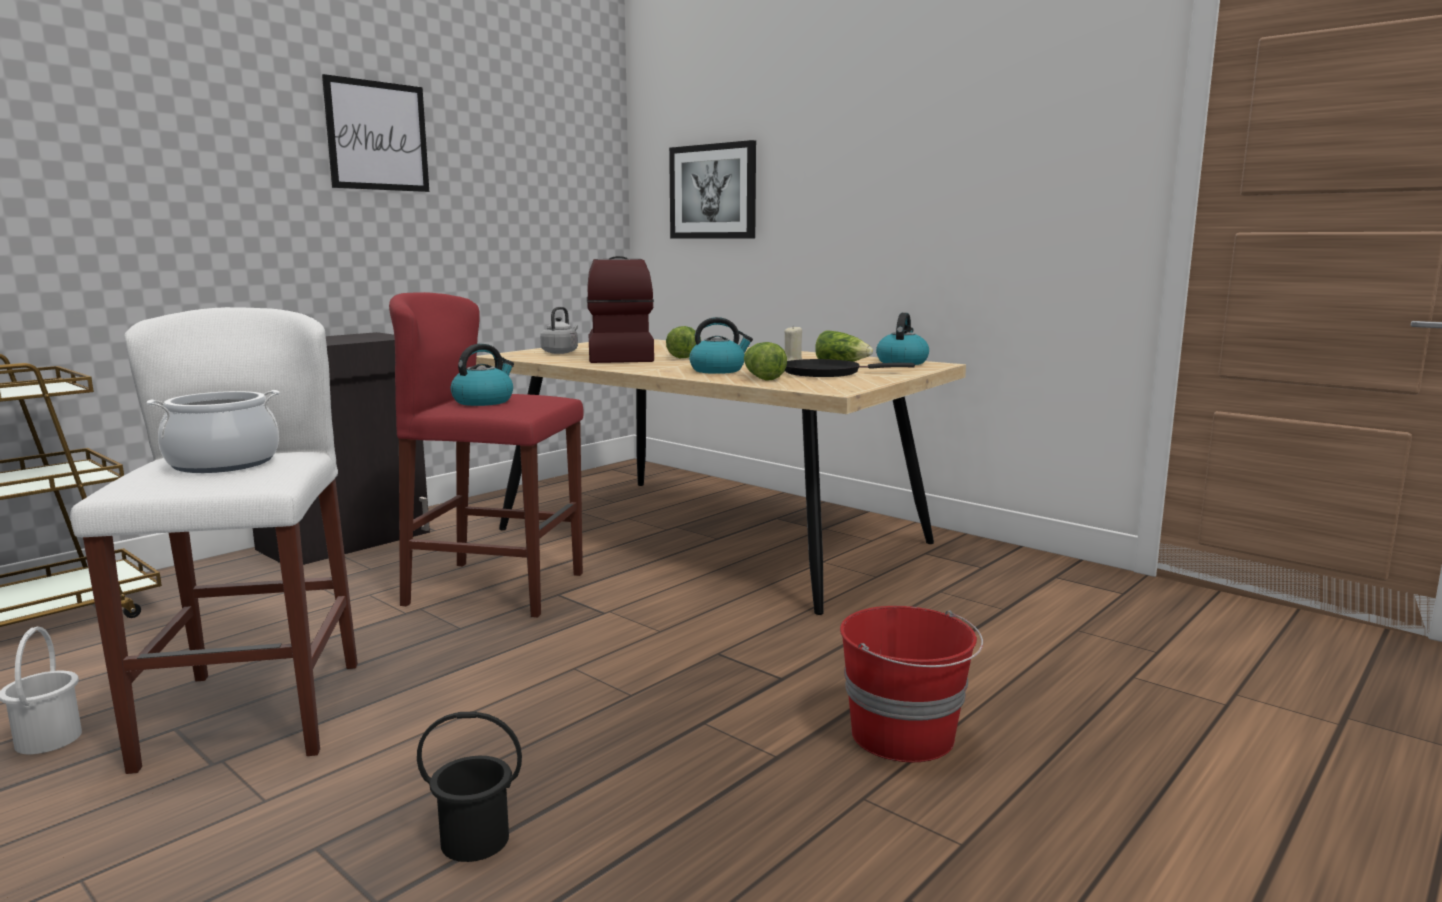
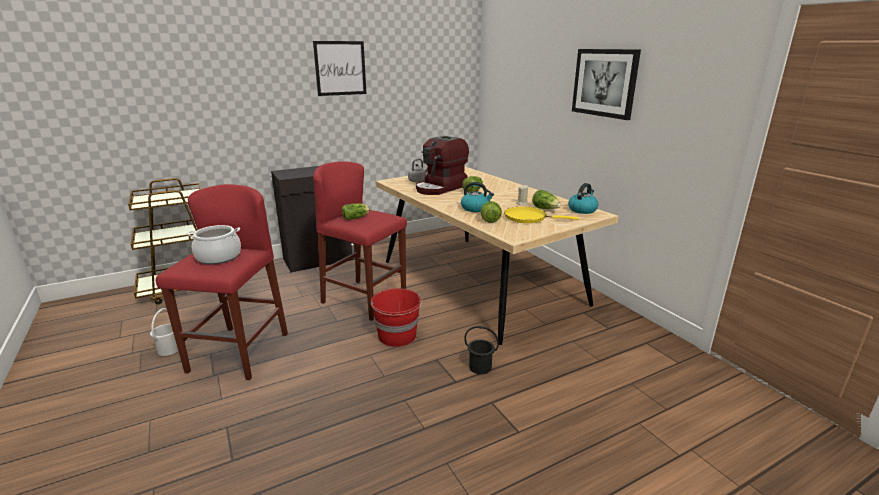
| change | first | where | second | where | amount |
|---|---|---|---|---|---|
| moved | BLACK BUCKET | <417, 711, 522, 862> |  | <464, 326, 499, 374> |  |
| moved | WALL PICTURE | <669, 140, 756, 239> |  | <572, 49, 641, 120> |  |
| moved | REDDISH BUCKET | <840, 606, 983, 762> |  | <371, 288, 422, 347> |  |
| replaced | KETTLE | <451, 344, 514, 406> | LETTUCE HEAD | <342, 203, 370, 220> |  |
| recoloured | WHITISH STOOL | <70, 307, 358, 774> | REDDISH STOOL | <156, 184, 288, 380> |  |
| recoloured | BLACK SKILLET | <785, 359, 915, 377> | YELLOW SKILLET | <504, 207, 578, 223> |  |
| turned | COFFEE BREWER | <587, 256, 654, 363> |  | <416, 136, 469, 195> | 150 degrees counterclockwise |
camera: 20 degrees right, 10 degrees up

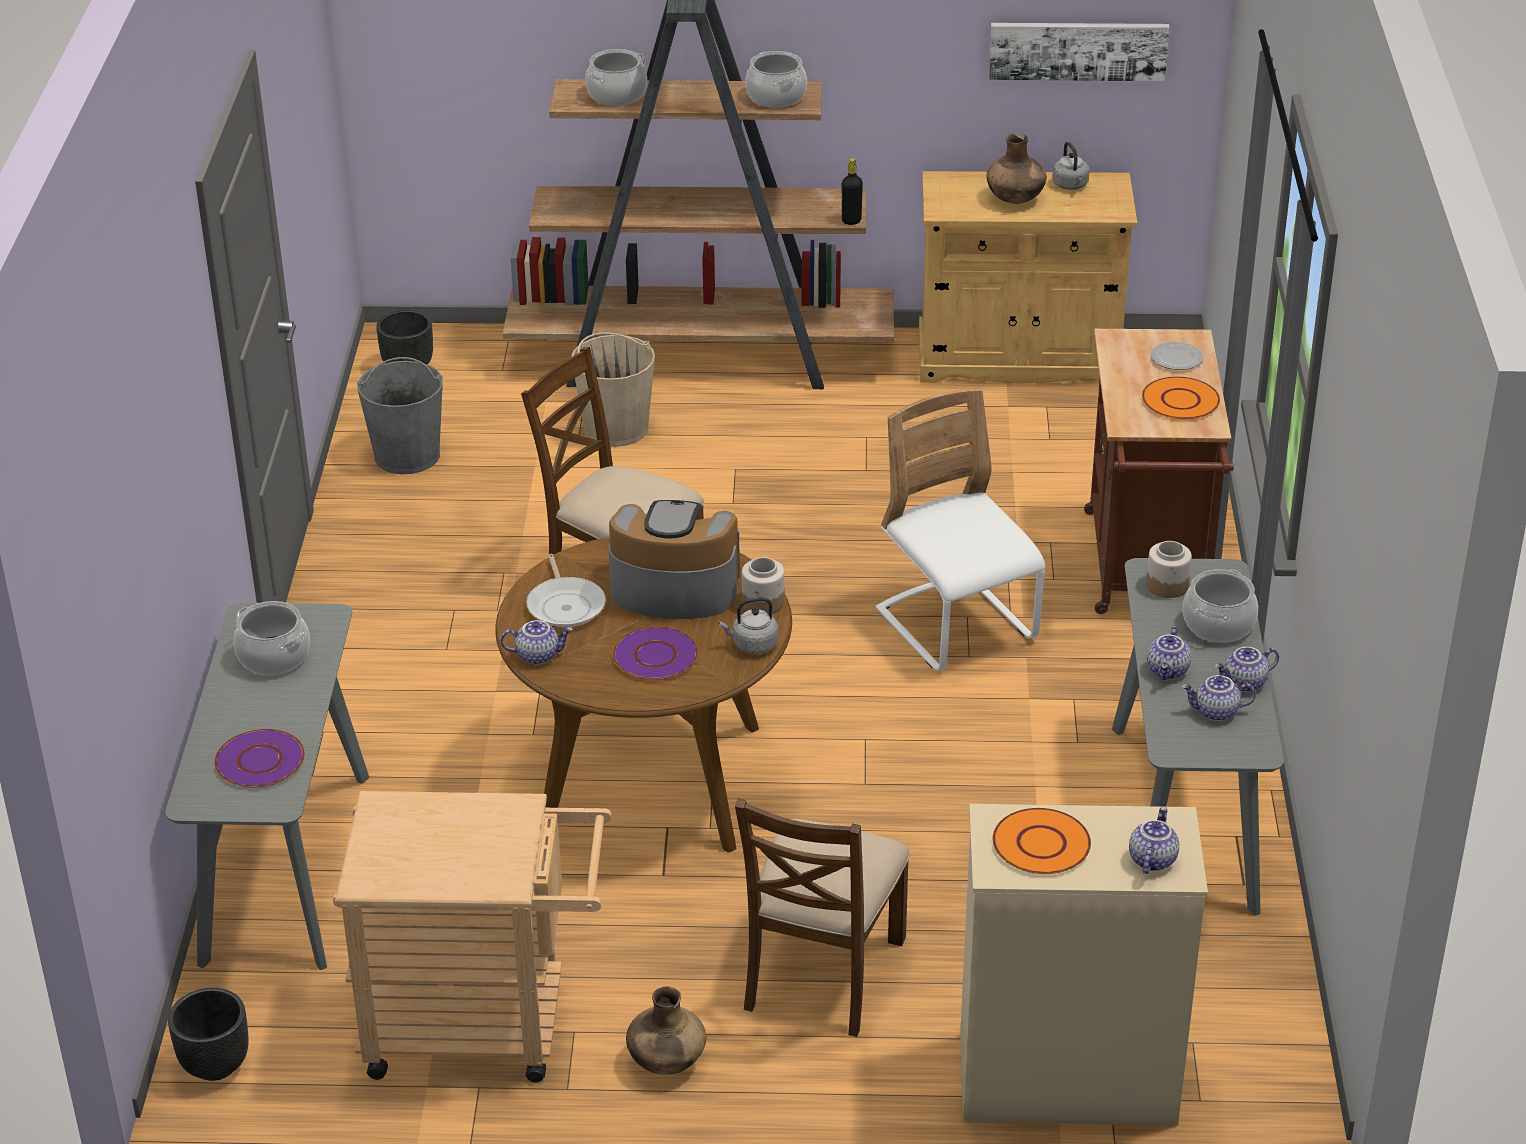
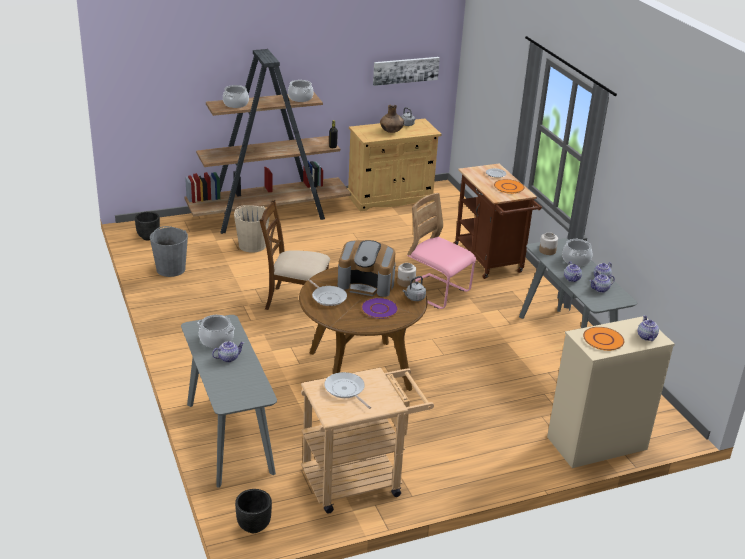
| change | first | where | second | where | amount |
|---|---|---|---|---|---|
| removed | PURPLE FLAT DISH | <214, 729, 305, 788> |  |  |  |
| removed | BROWNISH DECORATIVE VASE | <626, 987, 707, 1074> |  |  |  |
| removed | BROWNISH UPRIGHT CHAIR | <735, 798, 910, 1037> |  |  |  |
| added |  |  | SKILLET | <324, 372, 371, 409> |  |
| moved | TEAPOT | <500, 620, 573, 665> |  | <212, 341, 245, 362> |  |
| recoloured | WHITISH UPRIGHT CHAIR | <876, 389, 1046, 671> | PINK-COLOURED UPRIGHT CHAIR | <407, 193, 476, 309> |  |
| turned | COFFEE BREWER | <608, 500, 740, 619> |  | <338, 240, 396, 297> | 150 degrees counterclockwise |
camera: 25 degrees left, 5 degrees down

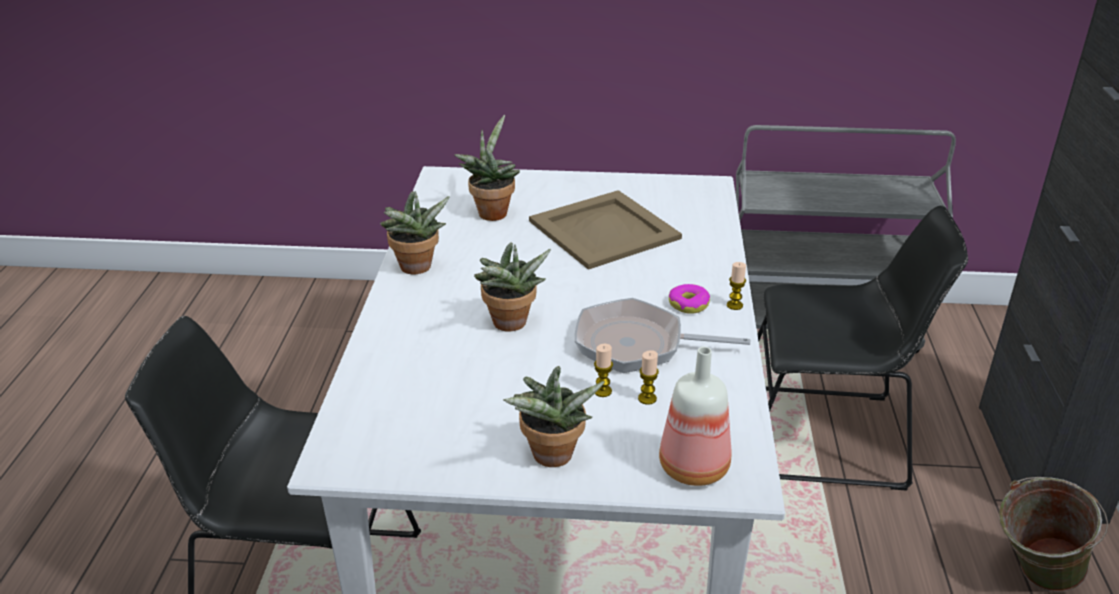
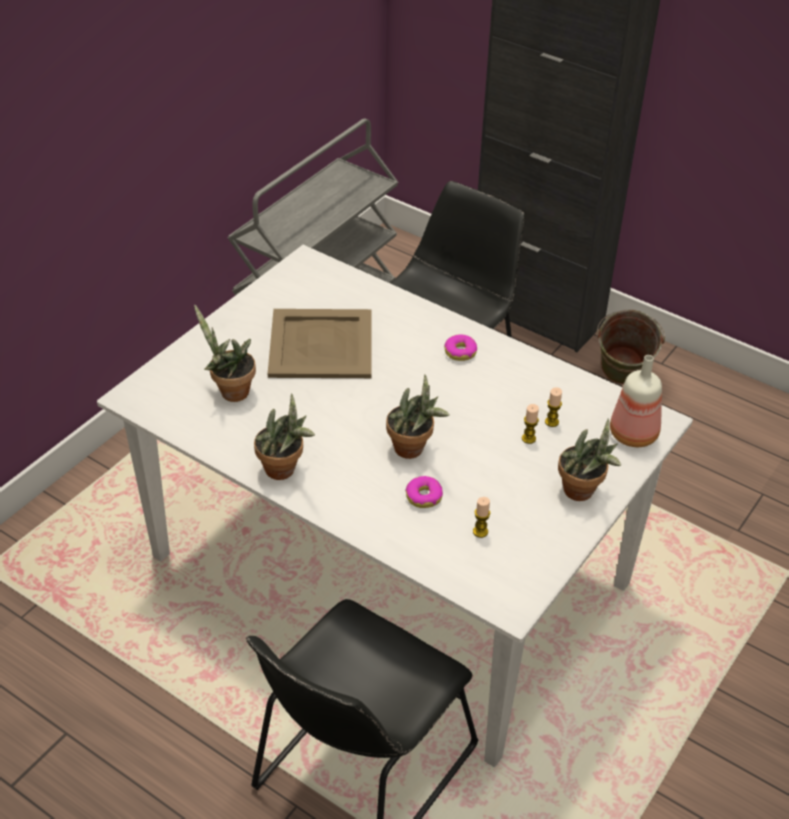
| change | first | where | second | where | amount |
|---|---|---|---|---|---|
| removed | SKILLET | <575, 298, 750, 373> |  |  |  |
| added |  |  | DONUT | <405, 476, 443, 508> |  |
| moved | WAX LIGHT | <727, 262, 746, 310> |  | <473, 497, 490, 538> |  |
camera: 60 degrees left, 10 degrees up

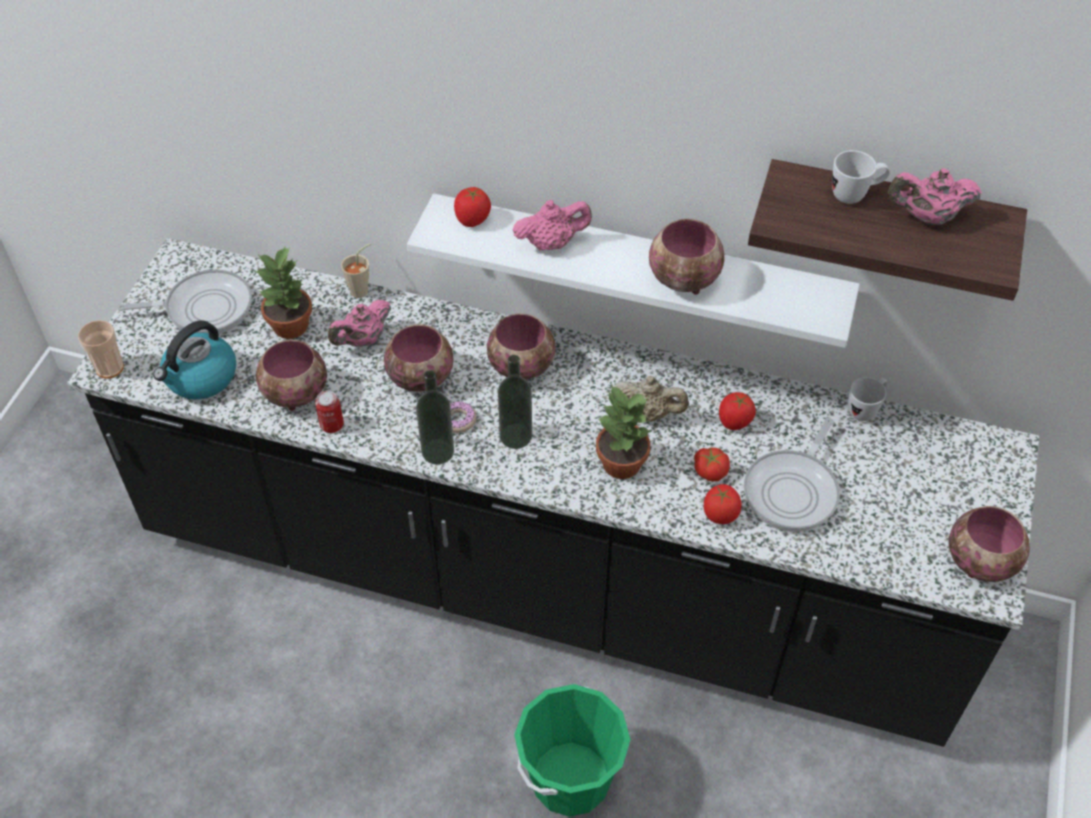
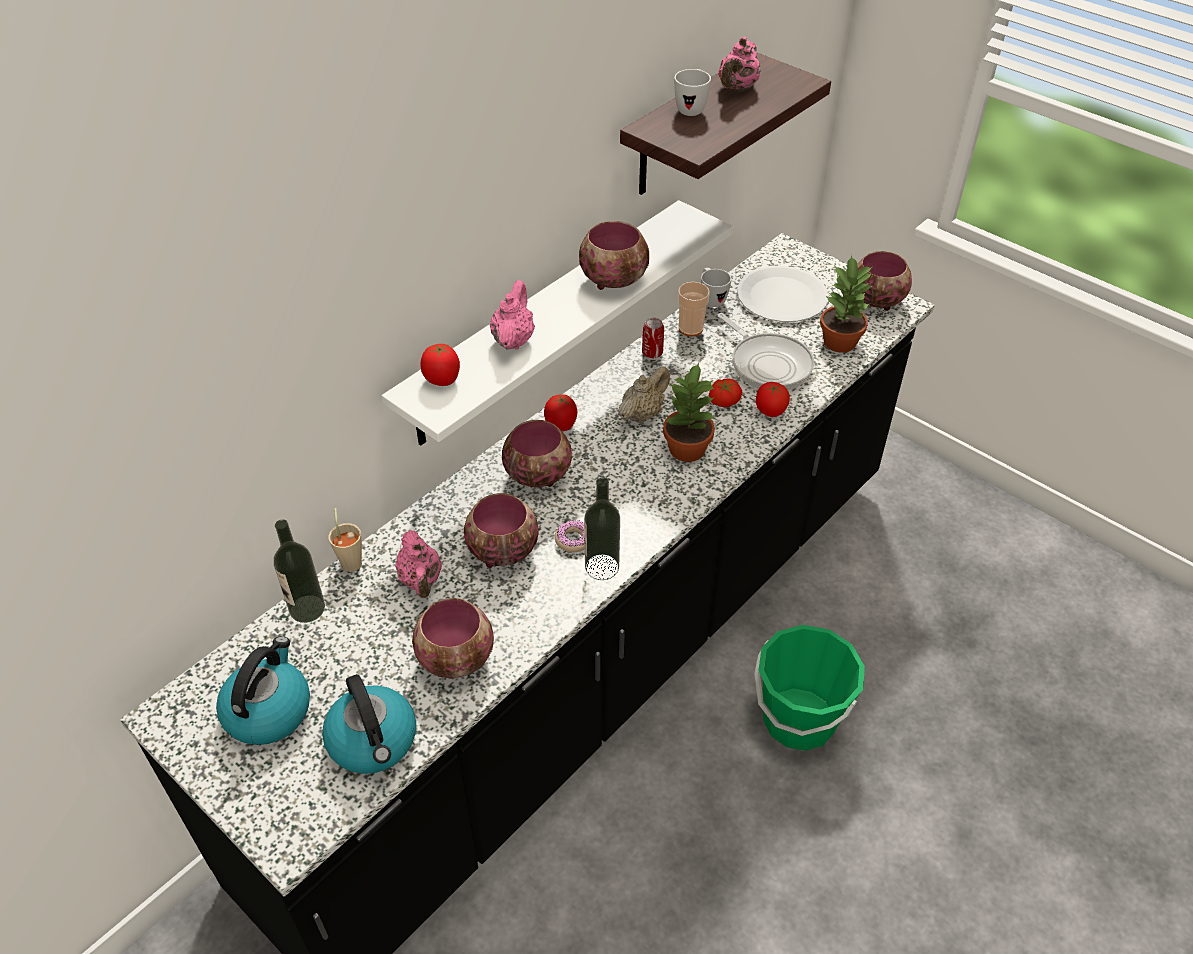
| change | first | where | second | where | amount |
|---|---|---|---|---|---|
| added |  |  | WHITISH FLAT DISH | <737, 266, 829, 322> |  |
| moved | CUP | <78, 320, 124, 378> |  | <678, 282, 710, 337> |  |
| moved | PLANT IN A POT | <255, 247, 312, 339> |  | <820, 255, 873, 353> |  |
| moved | CAN | <315, 390, 344, 433> |  | <642, 318, 664, 358> |  |
| moved | BOTTLE | <498, 355, 532, 449> |  | <274, 519, 325, 623> |  |
| moved | WHOLE TOMATO | <719, 392, 756, 430> |  | <544, 394, 577, 431> |  |
| replaced | SKILLET | <117, 270, 252, 334> | KETTLE | <216, 637, 310, 745> |  |
camera: 65 degrees left, 5 degrees down

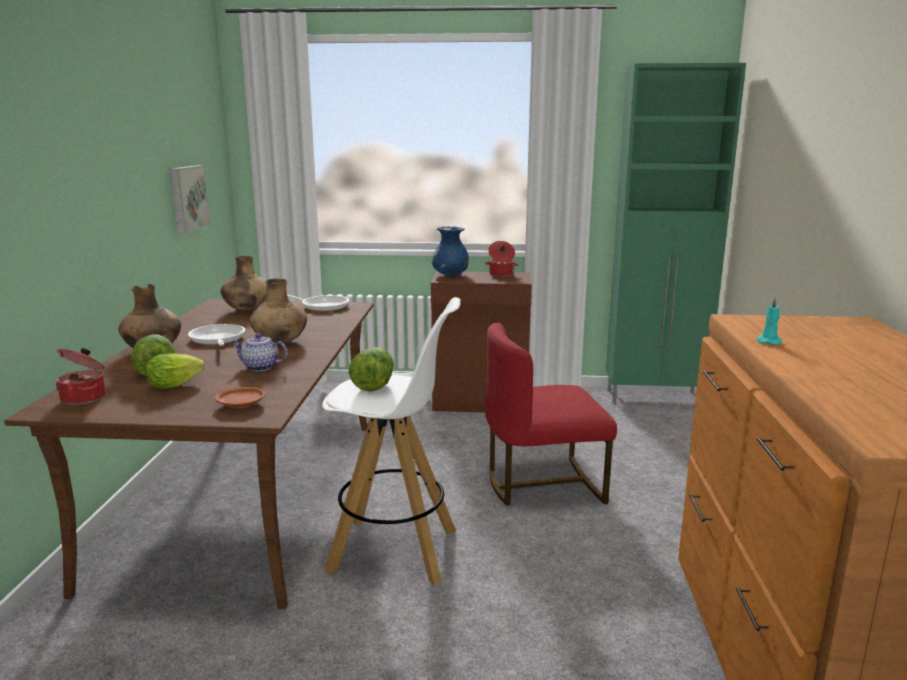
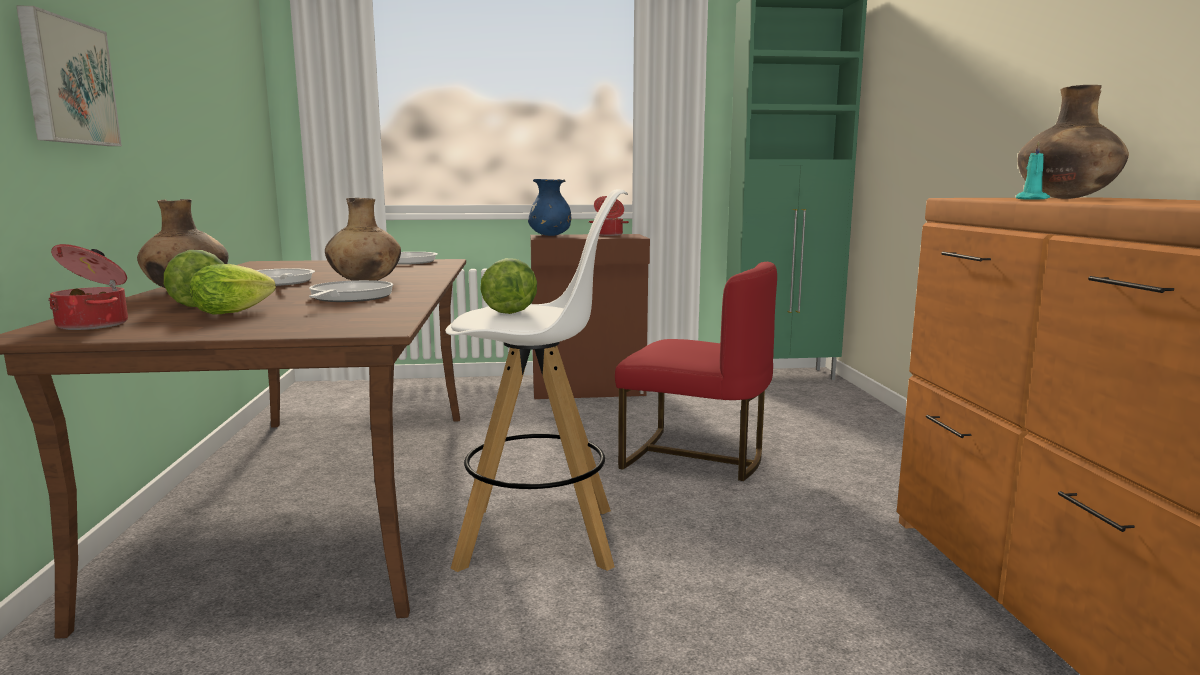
| change | first | where | second | where | amount |
|---|---|---|---|---|---|
| removed | BROWNISH FLAT DISH | <215, 387, 266, 408> |  |  |  |
| moved | WALL PICTURE | <170, 165, 210, 233> |  | <16, 5, 122, 146> |  |
| moved | BROWNISH DECORATIVE VASE | <220, 256, 267, 311> |  | <1018, 85, 1129, 199> |  |
| replaced | TEAPOT | <231, 333, 288, 371> | SKILLET | <309, 280, 393, 302> |  |
| turned | REDDISH UPRIGHT CHAIR | <485, 323, 617, 506> |  | <615, 262, 777, 481> | 135 degrees counterclockwise |
camera: 10 degrees left, 5 degrees down

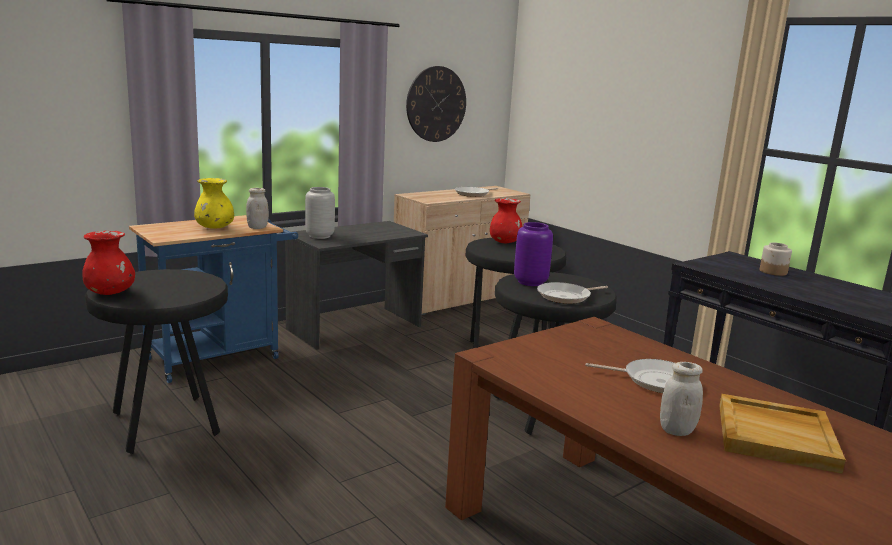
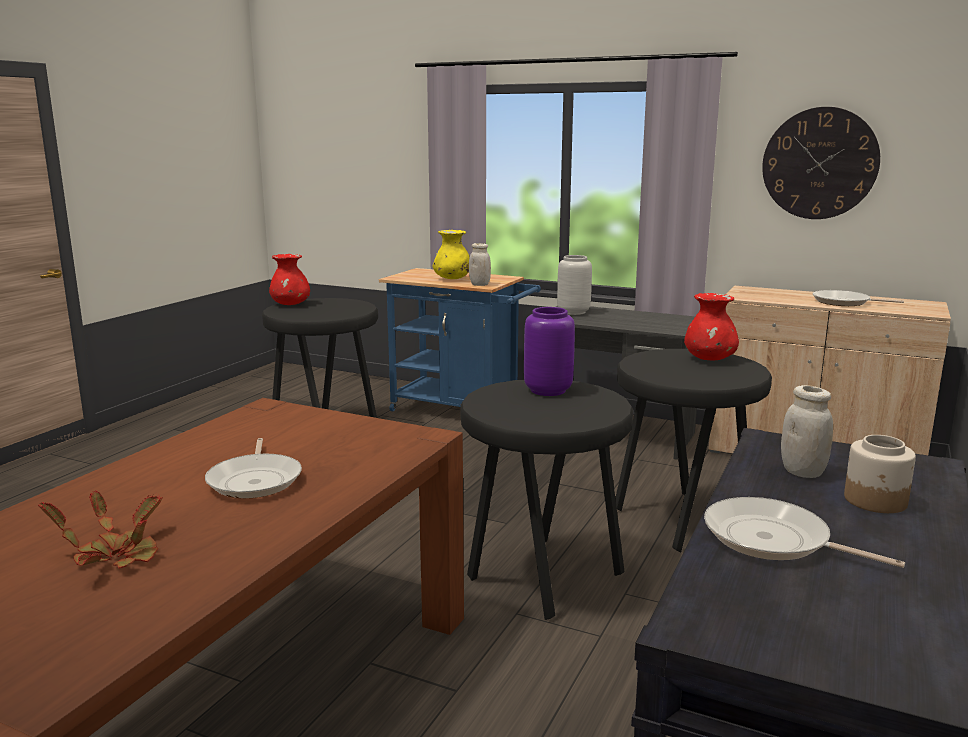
| change | first | where | second | where | amount |
|---|---|---|---|---|---|
| moved | SKILLET | <537, 282, 608, 304> |  | <704, 497, 905, 568> |  |
| moved | WHITISH JAR | <660, 362, 703, 436> |  | <781, 385, 833, 478> |  |
| replaced | BEIGE-COLOURED TRAY | <719, 394, 846, 474> | PLANT IN A POT | <38, 490, 163, 569> |  |
camera: 65 degrees right, 0 degrees up

